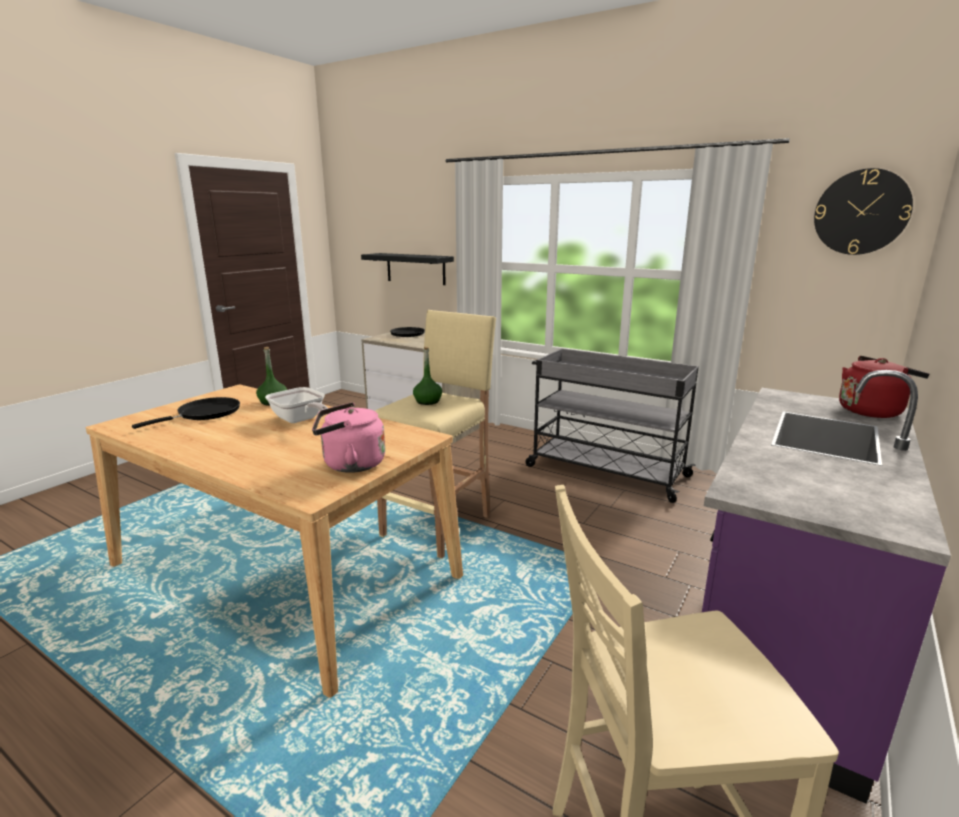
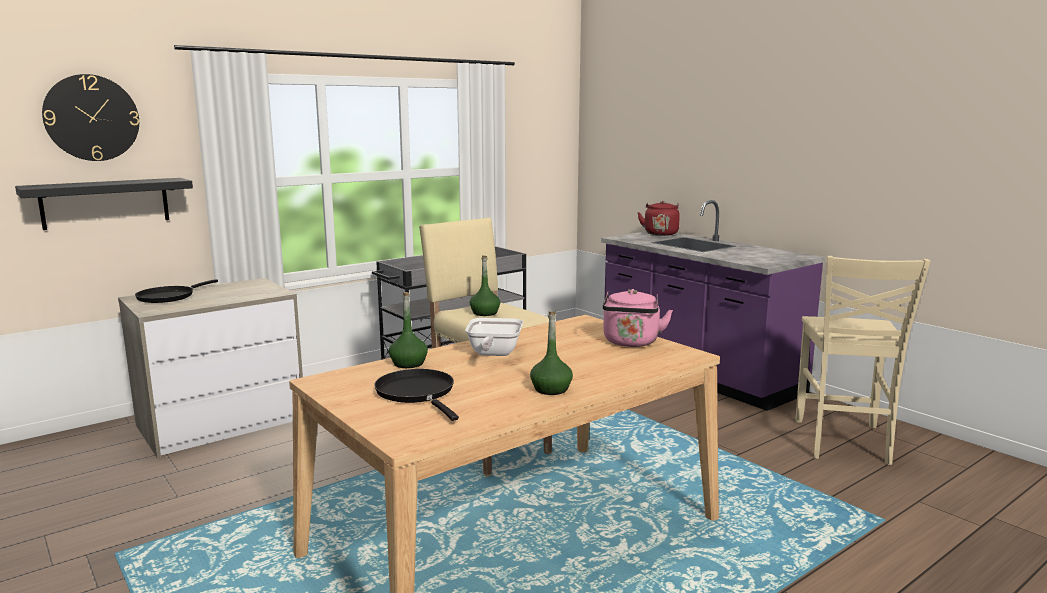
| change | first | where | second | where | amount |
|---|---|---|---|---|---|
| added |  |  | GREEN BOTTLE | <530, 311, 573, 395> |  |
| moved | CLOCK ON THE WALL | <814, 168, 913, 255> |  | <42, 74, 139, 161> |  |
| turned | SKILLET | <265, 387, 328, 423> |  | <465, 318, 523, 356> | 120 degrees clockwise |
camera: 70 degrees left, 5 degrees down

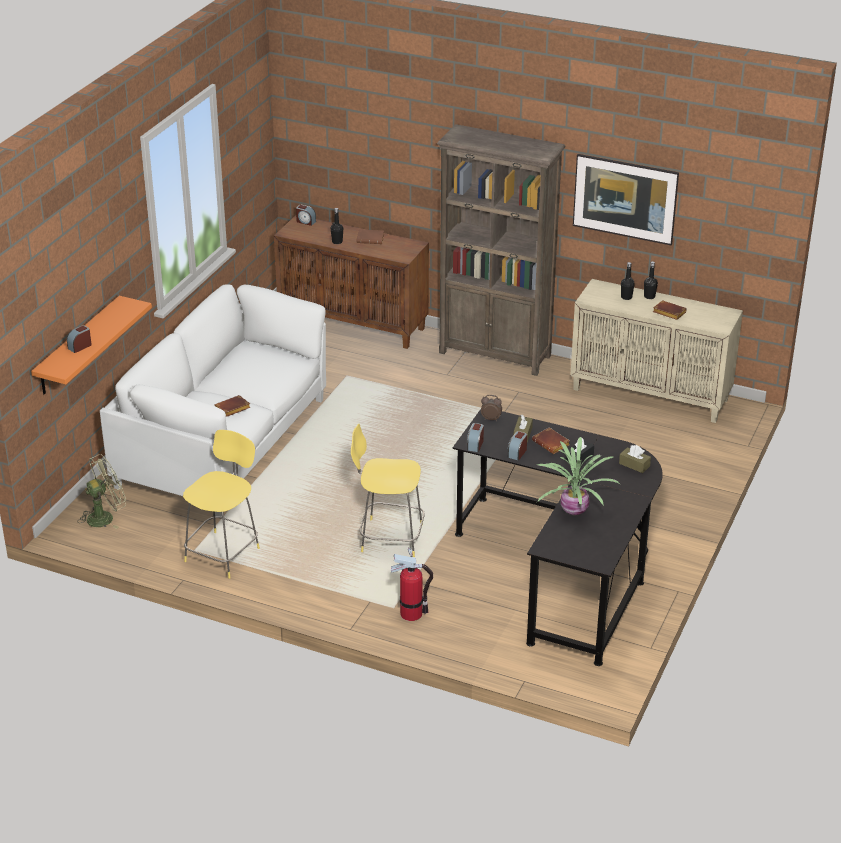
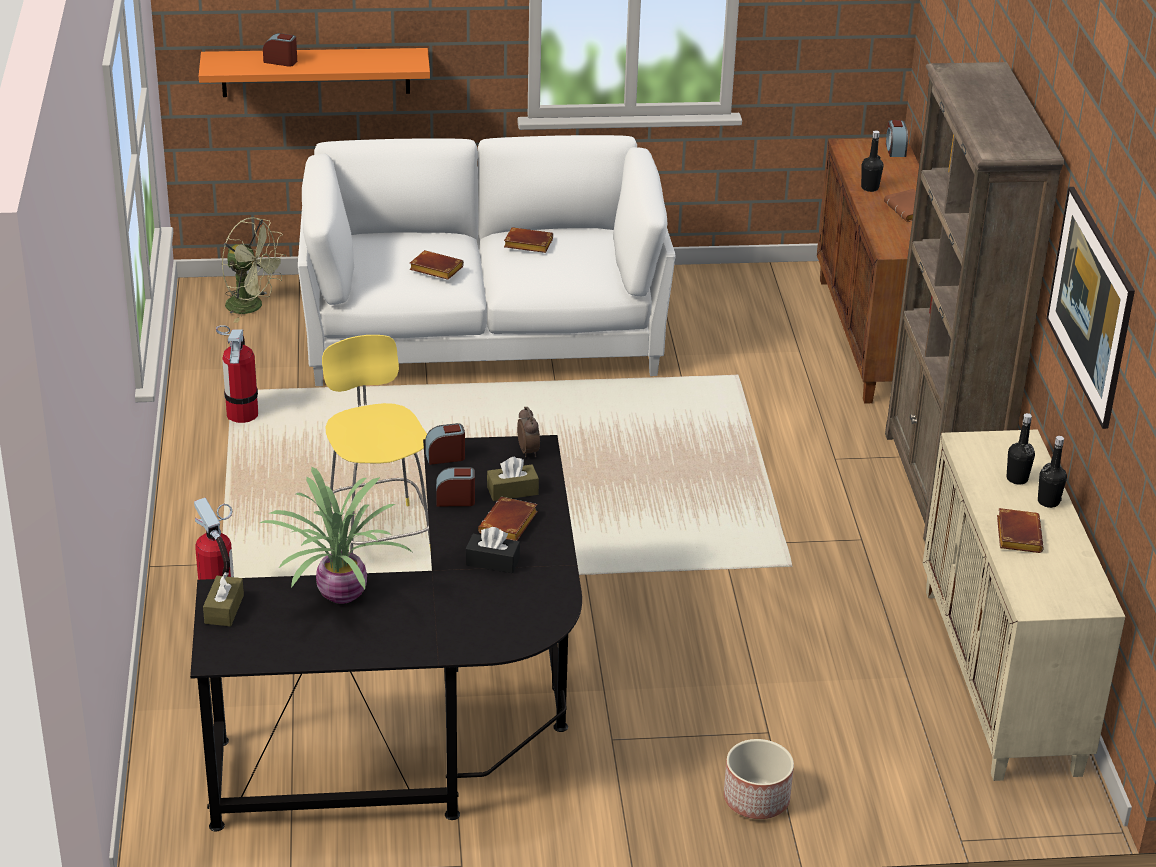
| change | first | where | second | where | amount |
|---|---|---|---|---|---|
| added |  |  | BROWNISH BOOK | <504, 227, 553, 253> |  |
| added |  |  | FLOWER POT | <724, 739, 794, 819> |  |
| moved | BROWNISH TISSUE BOX | <619, 445, 651, 473> |  | <203, 572, 244, 626> |  |
| replaced | YELLOW STOOL | <183, 430, 260, 579> | FIRE-FIGHTING CYLINDER | <216, 325, 258, 423> |  |
camera: 60 degrees right, 0 degrees up

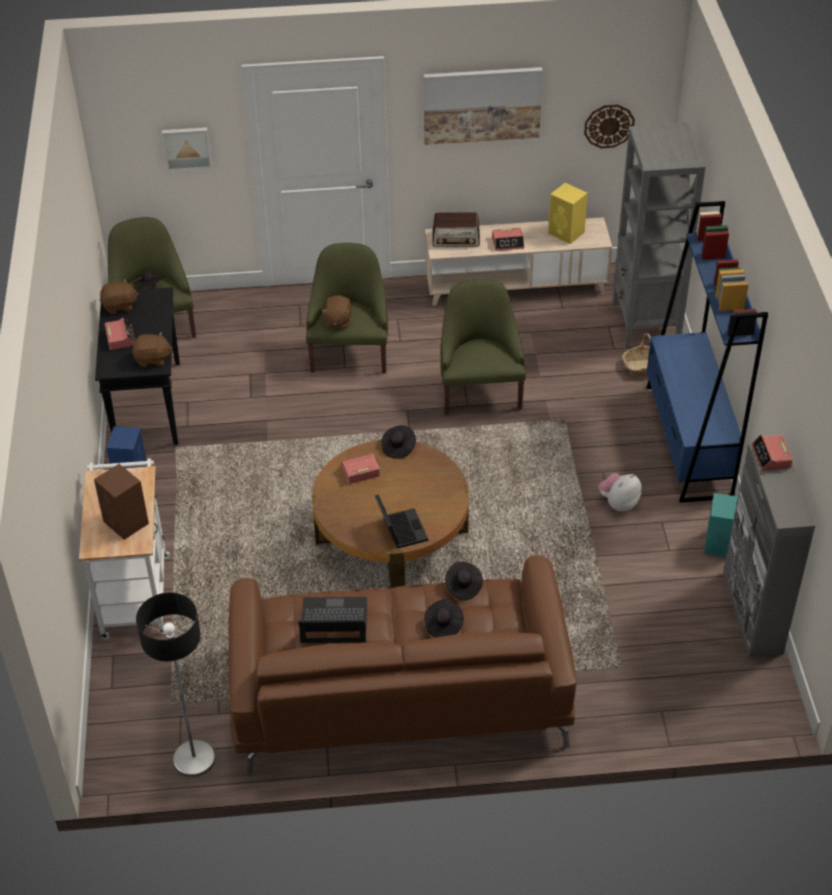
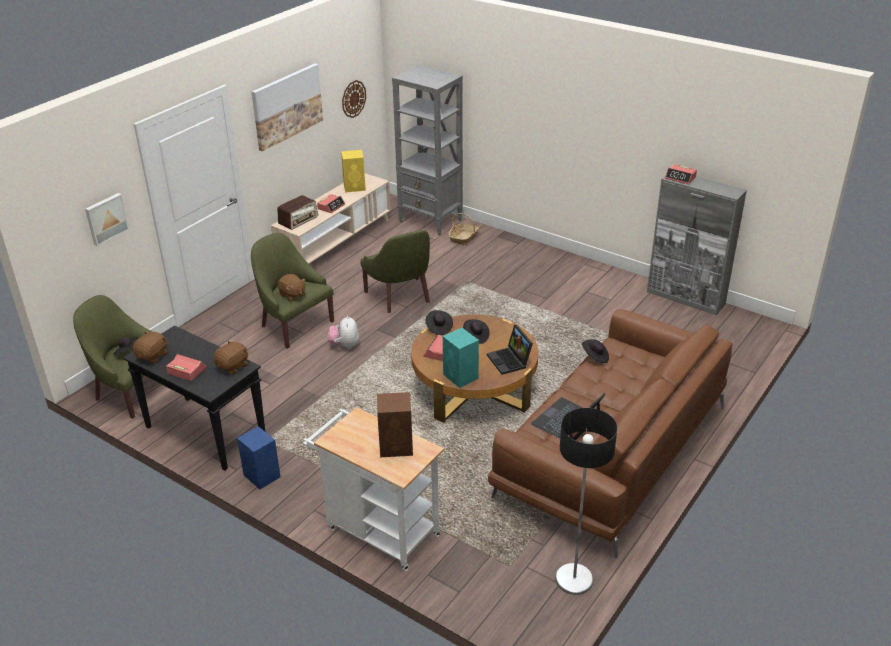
| change | first | where | second | where | amount |
|---|---|---|---|---|---|
| removed | BLUE BOOKSHELF | <647, 201, 768, 503> |  |  |  |
| moved | BLACK CLOTHING HAT | <424, 599, 464, 638> |  | <463, 319, 490, 344> |  |
| moved | CUDDLY TOY | <598, 473, 642, 512> |  | <328, 316, 359, 349> |  |
| moved | BLUE-GREEN AUDIO SPEAKER | <704, 493, 738, 557> |  | <443, 328, 479, 388> |  |
| turned | NOTEBOOK COMPUTER | <375, 495, 428, 549> |  | <487, 325, 533, 375> | 135 degrees counterclockwise |
| turned | GREEN LOUNGE CHAIR | <440, 279, 526, 415> |  | <361, 230, 430, 313> | 150 degrees counterclockwise |
camera: 50 degrees left, 10 degrees down

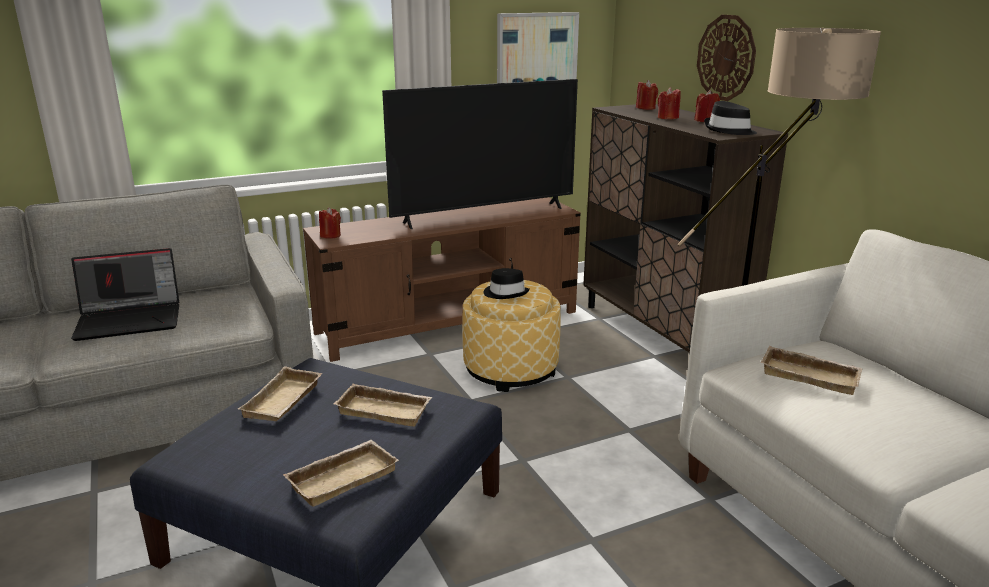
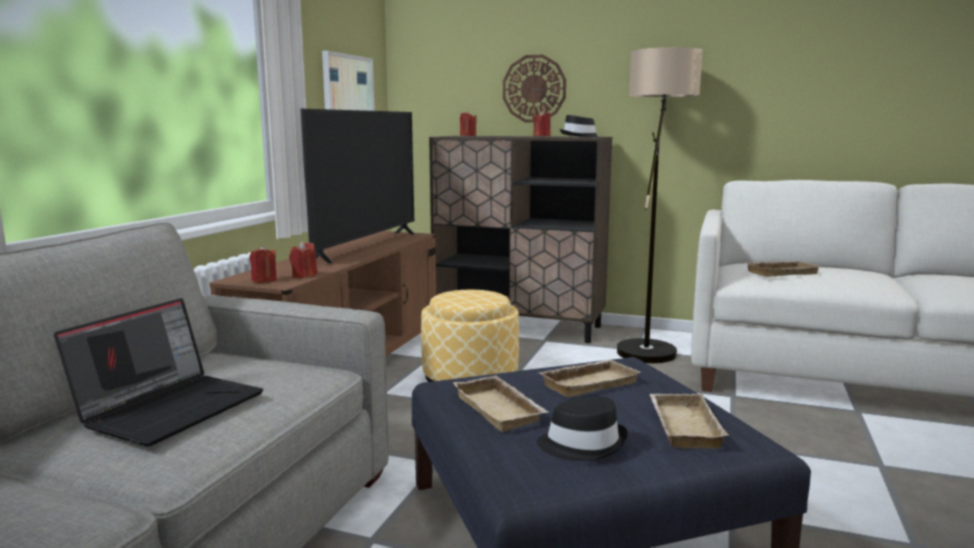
| change | first | where | second | where | amount |
|---|---|---|---|---|---|
| moved | BLACK CLOTHING HAT | <483, 268, 530, 299> |  | <537, 396, 628, 461> |  |
| moved | REDDISH WAX LIGHT | <658, 87, 681, 119> |  | <289, 241, 317, 278> |  |
camera: 45 degrees left, 10 degrees down

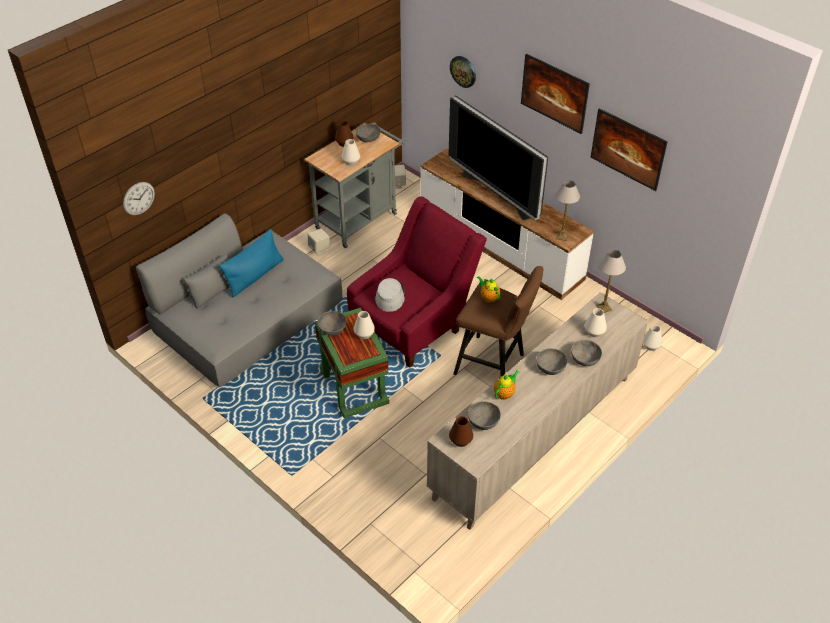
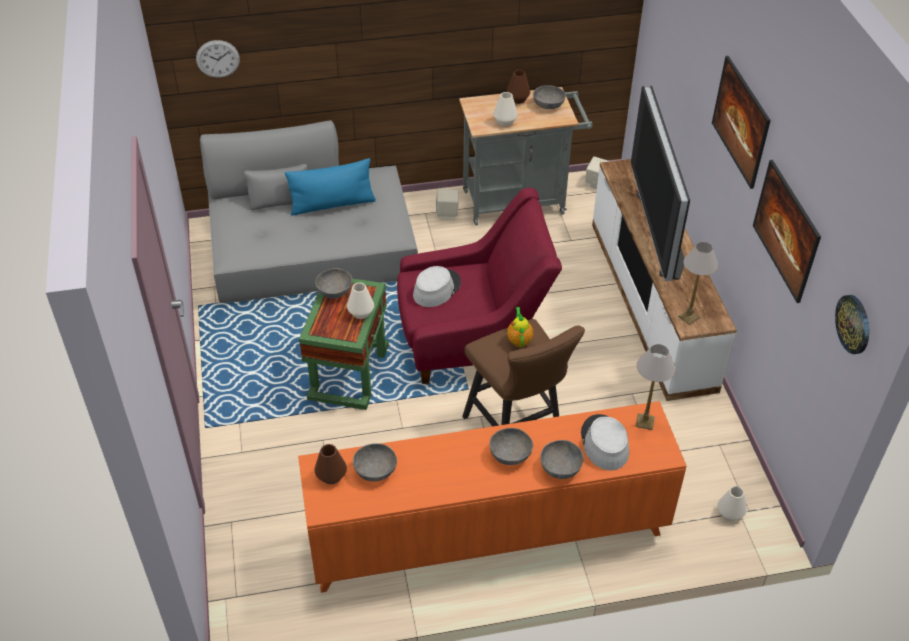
| change | first | where | second | where | amount |
|---|---|---|---|---|---|
| removed | TEAPOT | <494, 371, 519, 400> |  |  |  |
| moved | CLOCK ON THE WALL | <450, 56, 476, 88> |  | <835, 295, 869, 354> |  |
| replaced | WHITISH DECORATIVE VASE | <585, 308, 607, 337> | GREYISH CLOTHING HAT | <581, 414, 629, 470> |  |
| recoloured | BEIGE-COLOURED CABINET | <427, 292, 648, 530> | ORANGE CABINET | <298, 401, 686, 593> |  |
camera: 35 degrees right, 0 degrees up

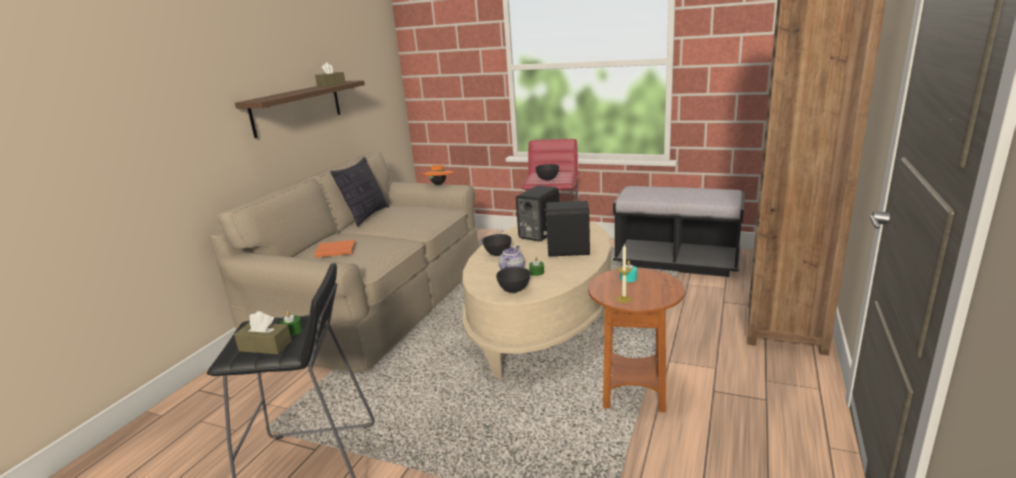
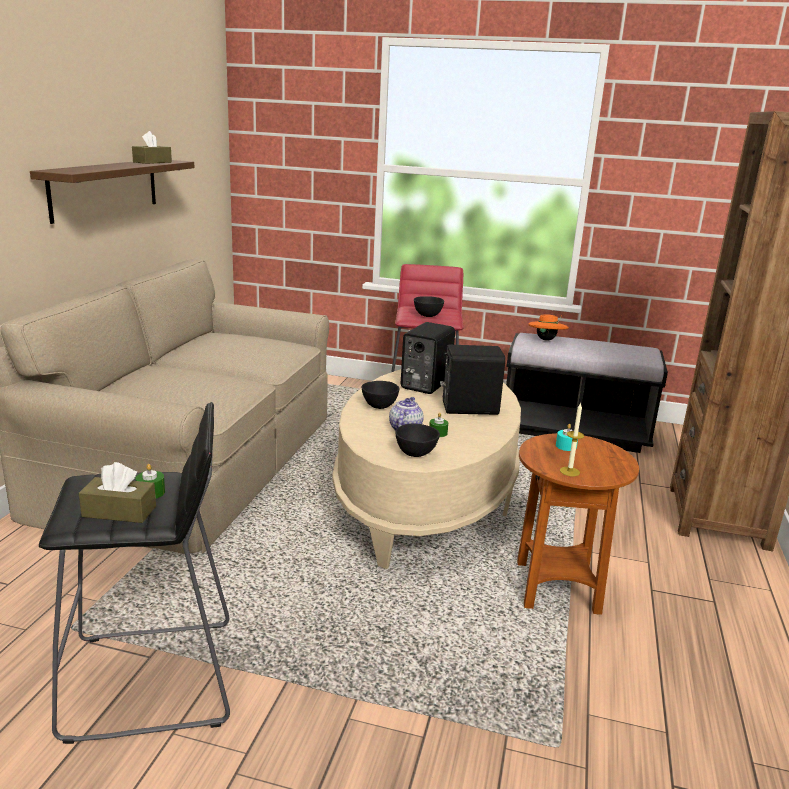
| change | first | where | second | where | amount |
|---|---|---|---|---|---|
| removed | ORANGE BOOK | <314, 240, 356, 258> |  |  |  |
| removed | PILLOW | <331, 157, 389, 227> |  |  |  |
| moved | ORANGE CLOTHING HAT | <423, 164, 453, 185> |  | <528, 314, 569, 341> |  |
camera: 10 degrees left, 0 degrees up

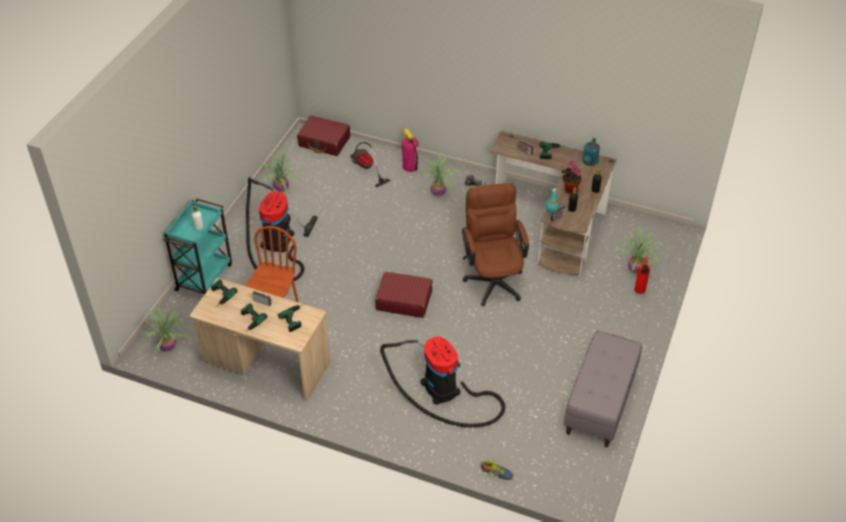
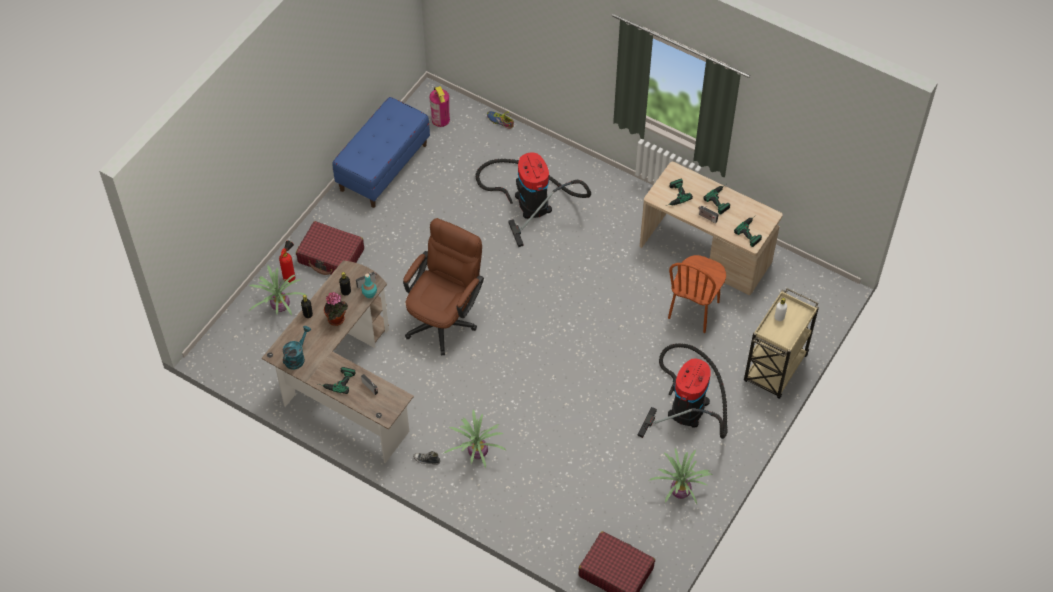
| change | first | where | second | where | amount |
|---|---|---|---|---|---|
| removed | PLANT IN A POT | <138, 307, 195, 354> |  |  |  |
| removed | VACUUM CLEANER | <350, 142, 391, 188> |  |  |  |
| moved | REDDISH TRAVEL CASE | <375, 272, 433, 318> |  | <296, 221, 364, 275> |  |
| moved | FIRE-FIGHTING CYLINDER | <402, 128, 419, 172> |  | <429, 86, 450, 127> |  |
| recoloured | BLUE-GREEN CART | <164, 199, 232, 295> | BEIGE-COLOURED CART | <744, 288, 819, 399> |  |
| recoloured | GREYISH LONG SEAT | <564, 331, 642, 447> | BLUE LONG SEAT | <332, 97, 430, 208> |  |
| turned | BROWNISH COMPUTER CHAIR | <462, 183, 529, 306> |  | <403, 218, 484, 356> | 150 degrees counterclockwise |
camera: 170 degrees left, 10 degrees up

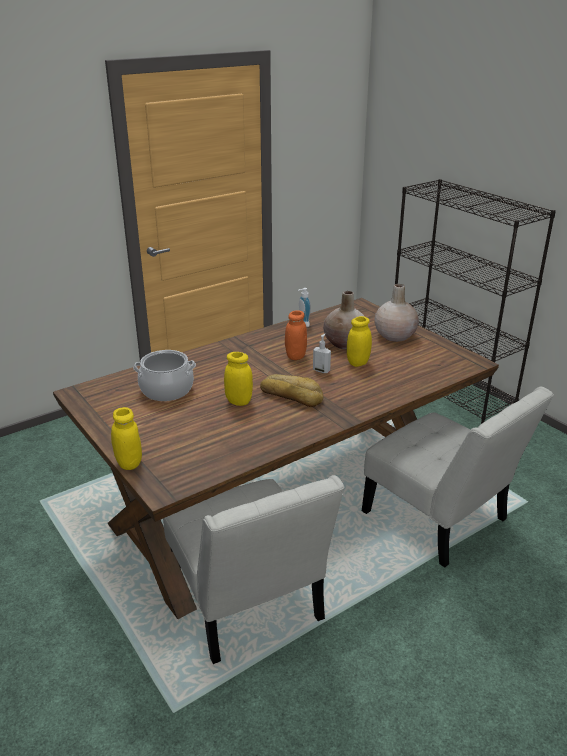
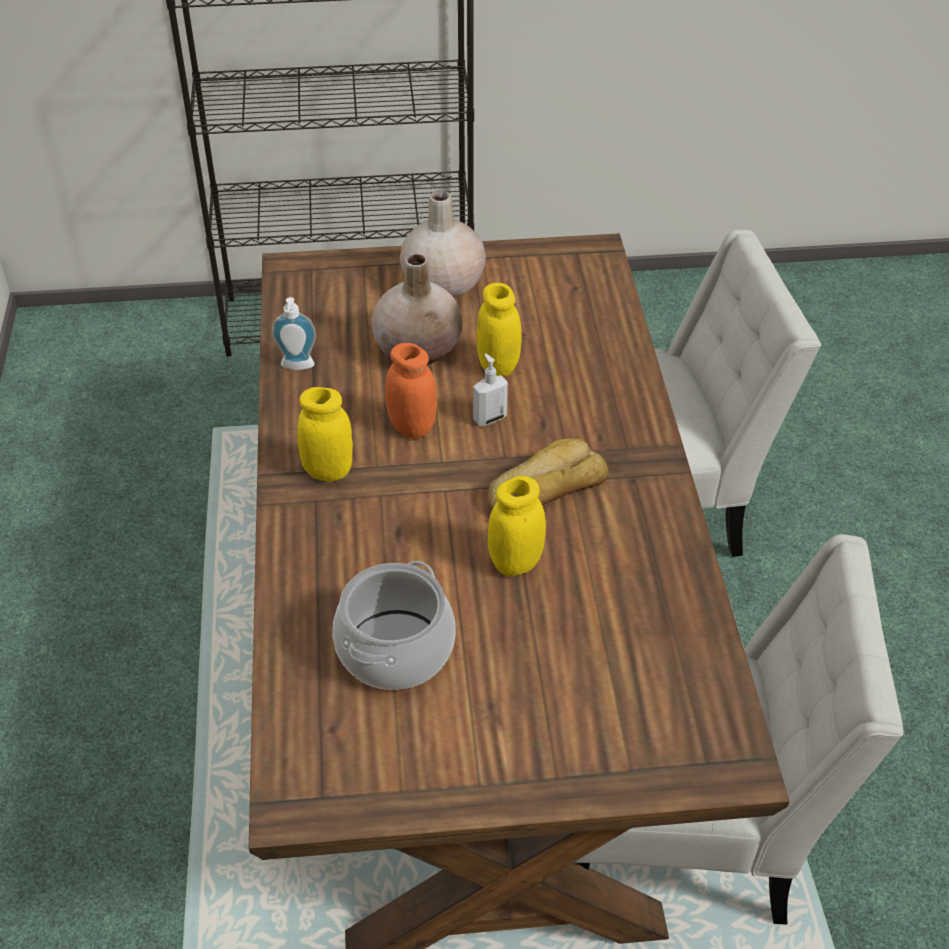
| change | first | where | second | where | amount |
|---|---|---|---|---|---|
| moved | YELLOW JAR | <111, 407, 142, 470> |  | <297, 387, 353, 482> |  |
camera: 60 degrees left, 15 degrees up

